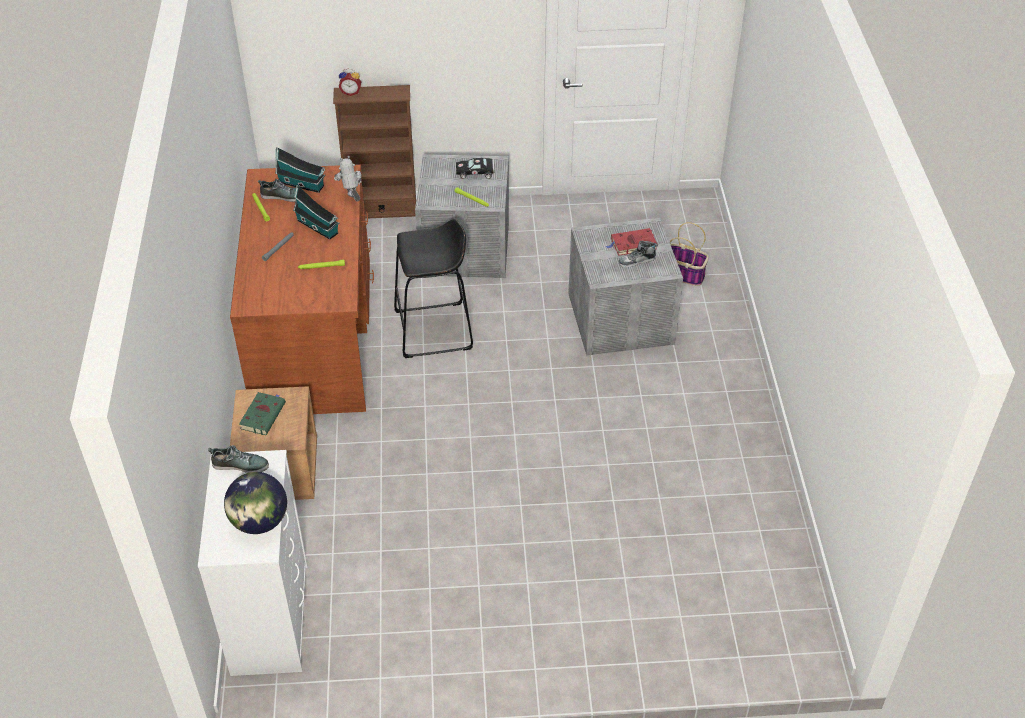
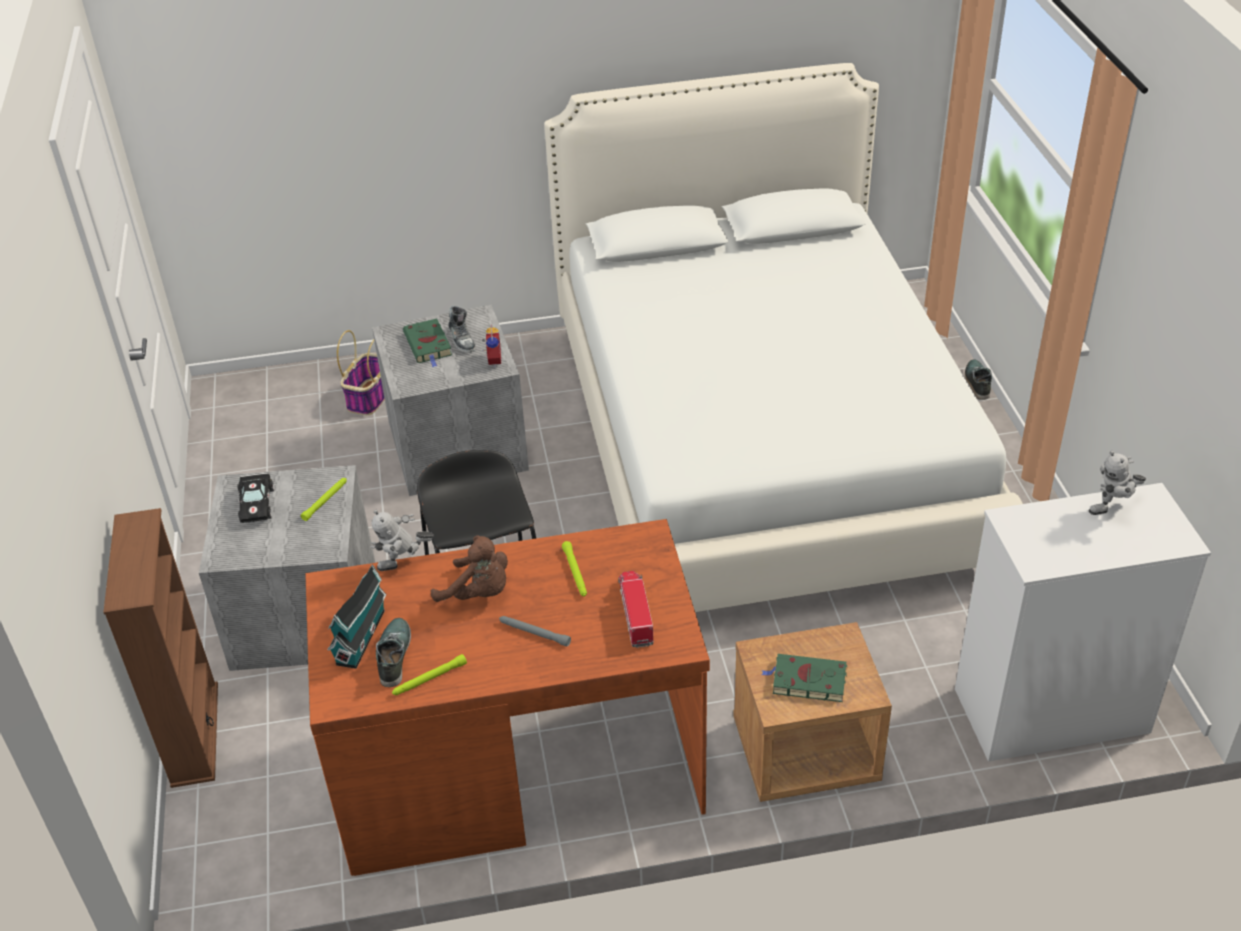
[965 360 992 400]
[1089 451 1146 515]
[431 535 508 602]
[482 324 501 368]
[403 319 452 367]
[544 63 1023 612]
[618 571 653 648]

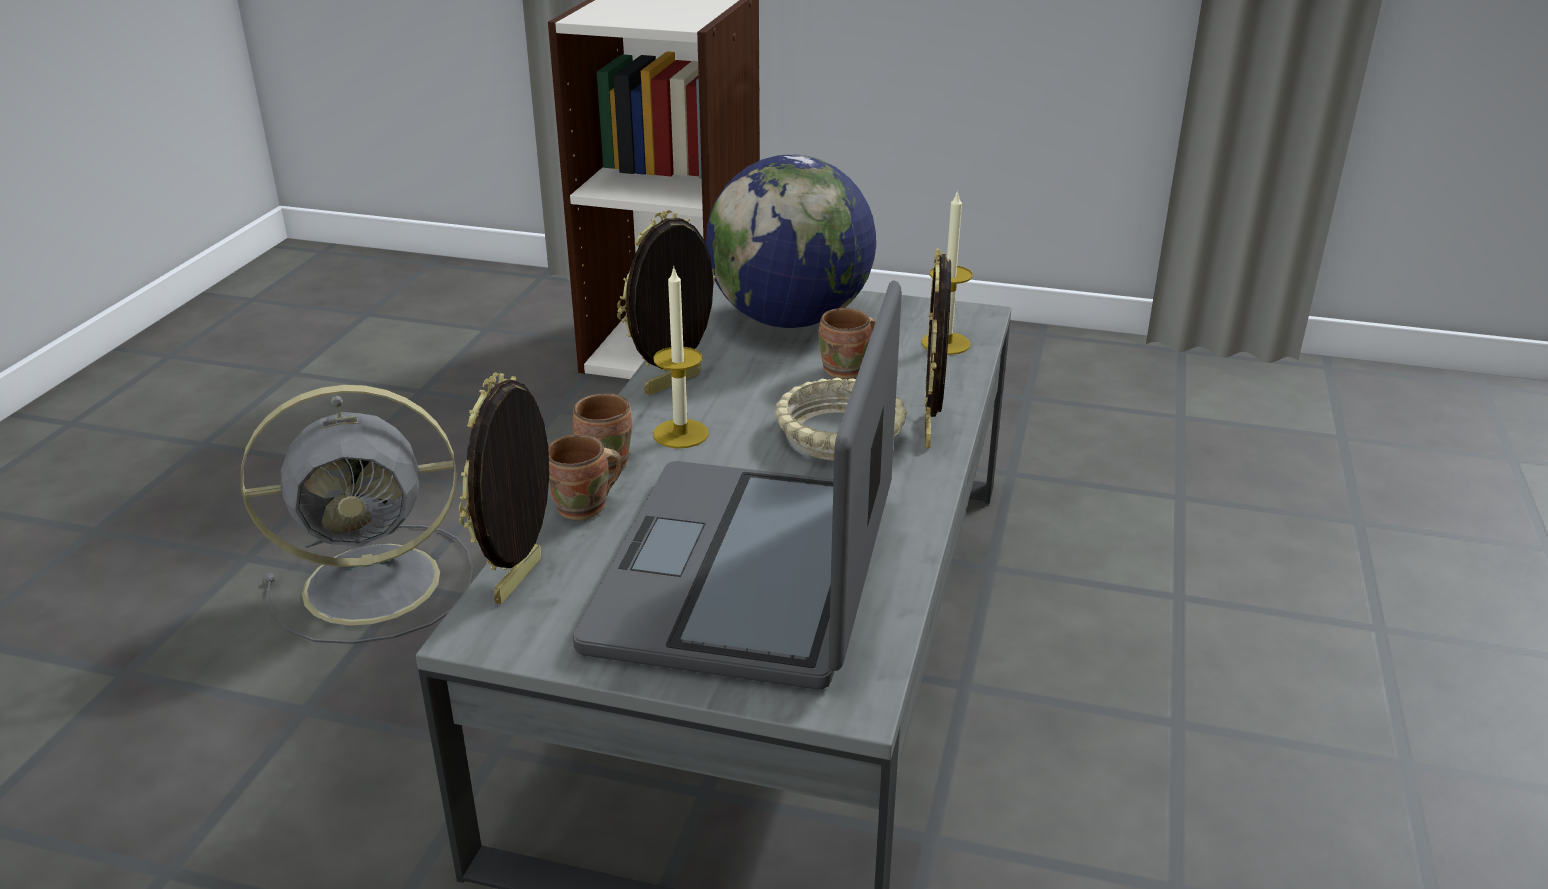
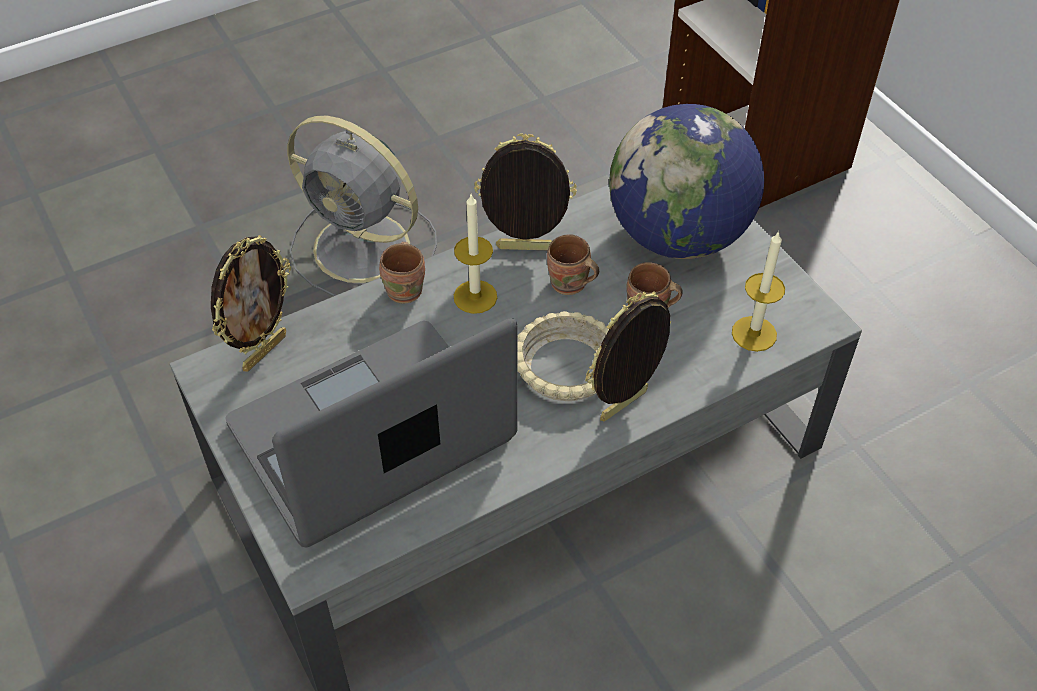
[211 235 291 372]
[547 234 599 295]

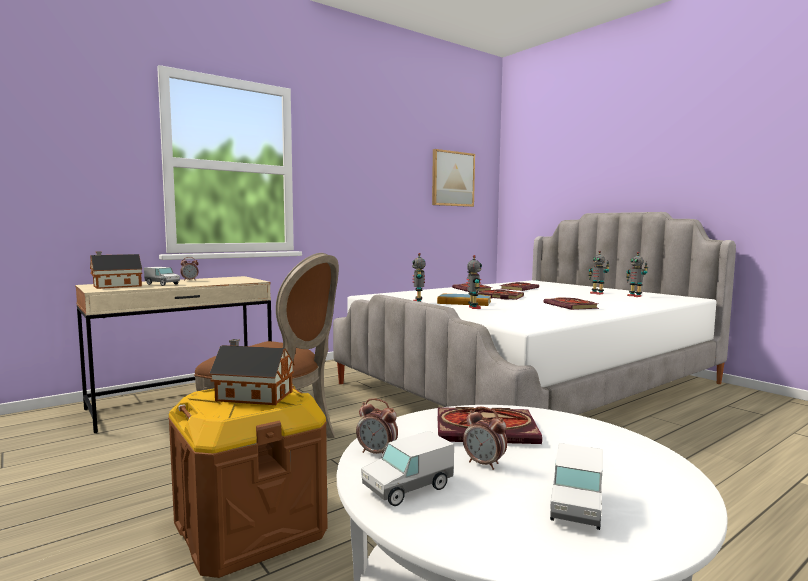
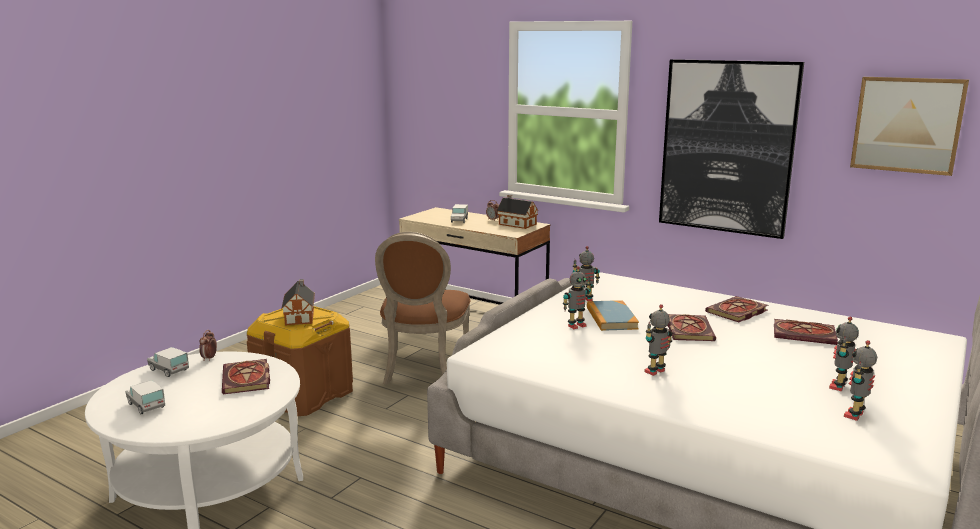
[497 195 538 229]
[463 407 507 470] (first image)
[644 304 672 376]
[125 380 165 414]
[659 59 804 239]

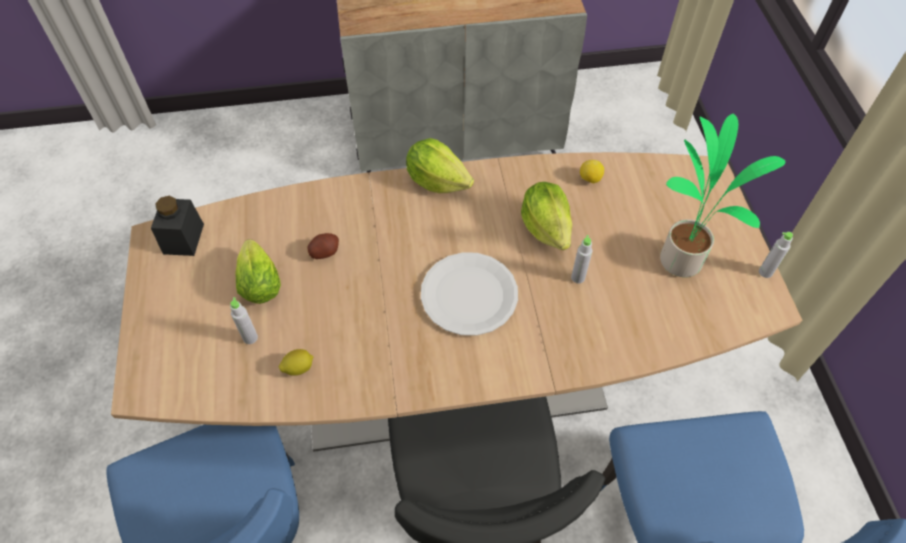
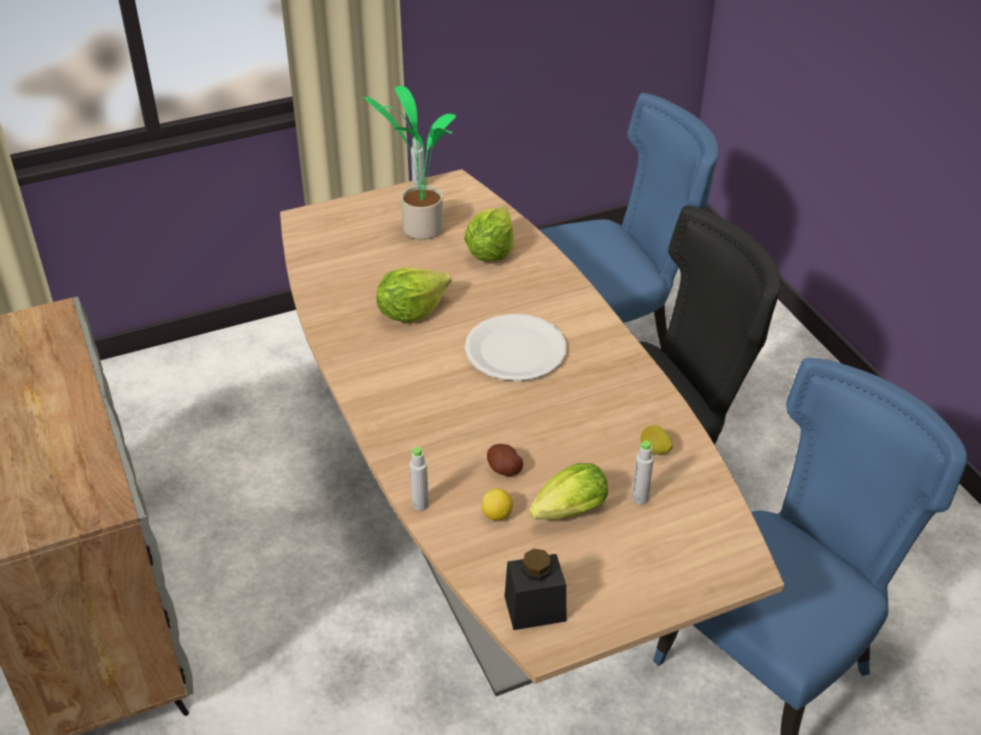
[464 206 514 261]
[410 447 429 511]
[482 489 513 520]

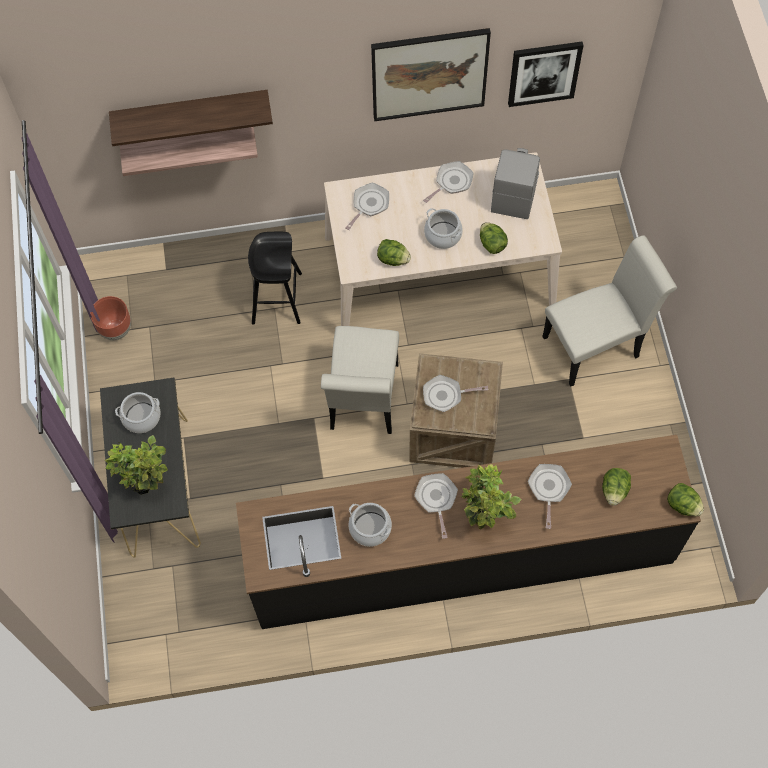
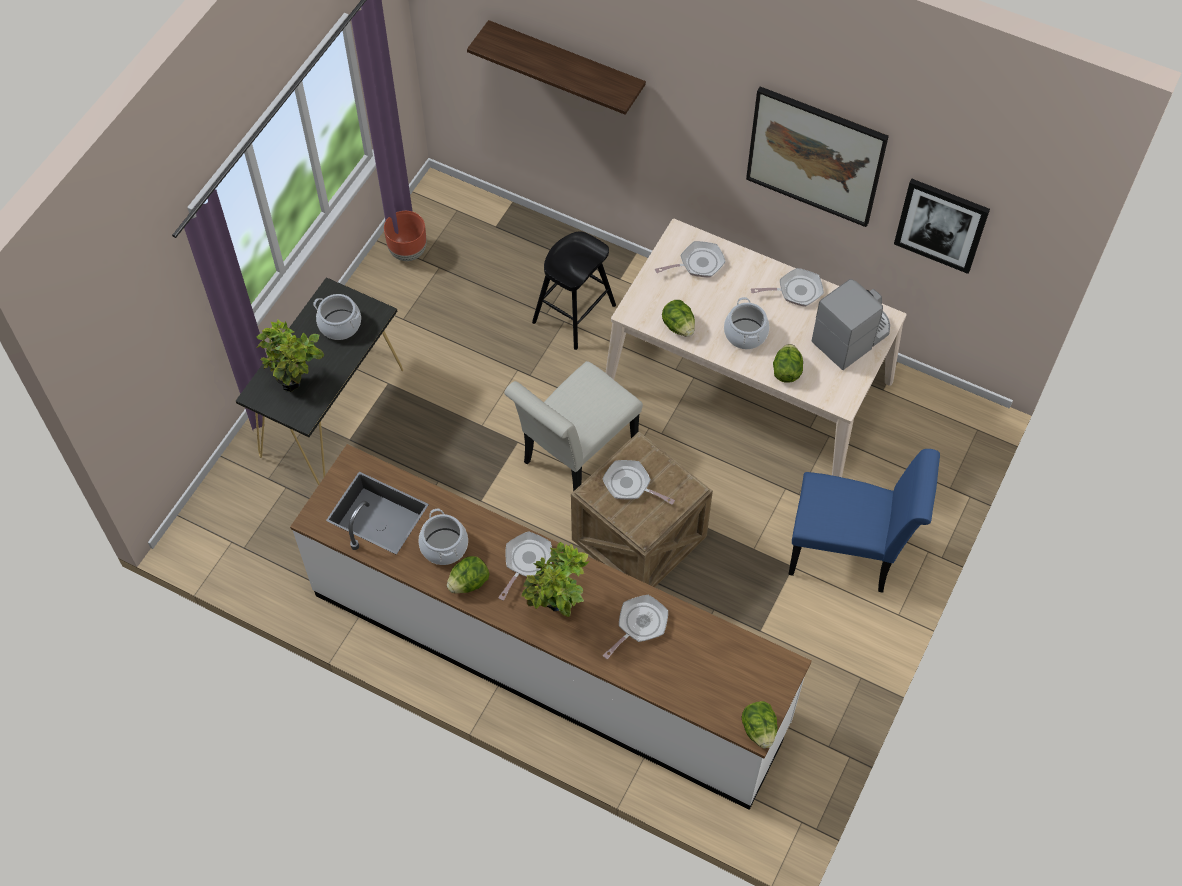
[120 127 258 176] (first image)
[290 444 812 810]
[788 449 940 593]
[447 556 489 593]

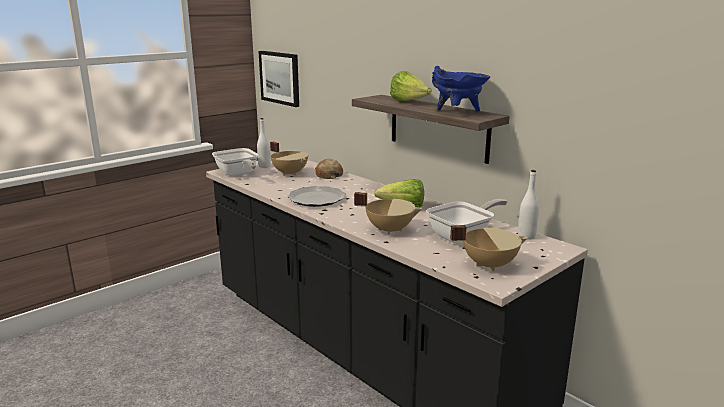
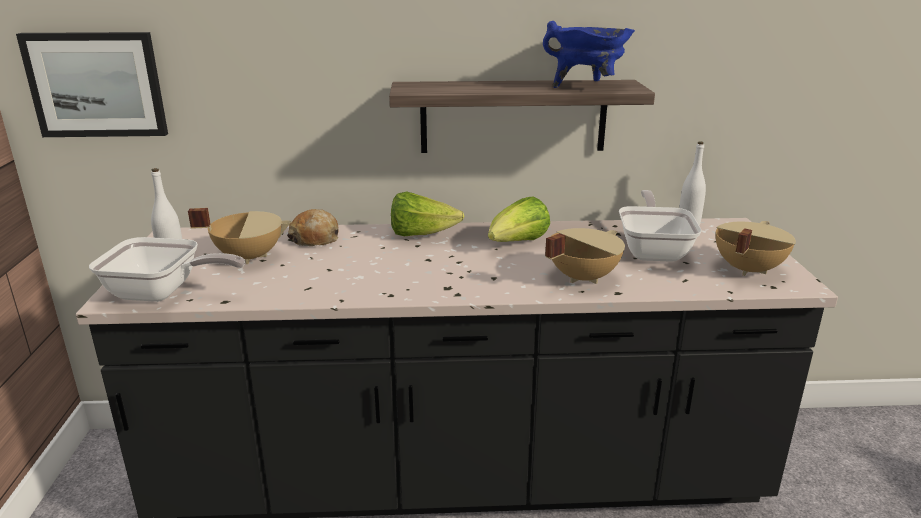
[287 186 346 207] (first image)
[391 192 464 236]

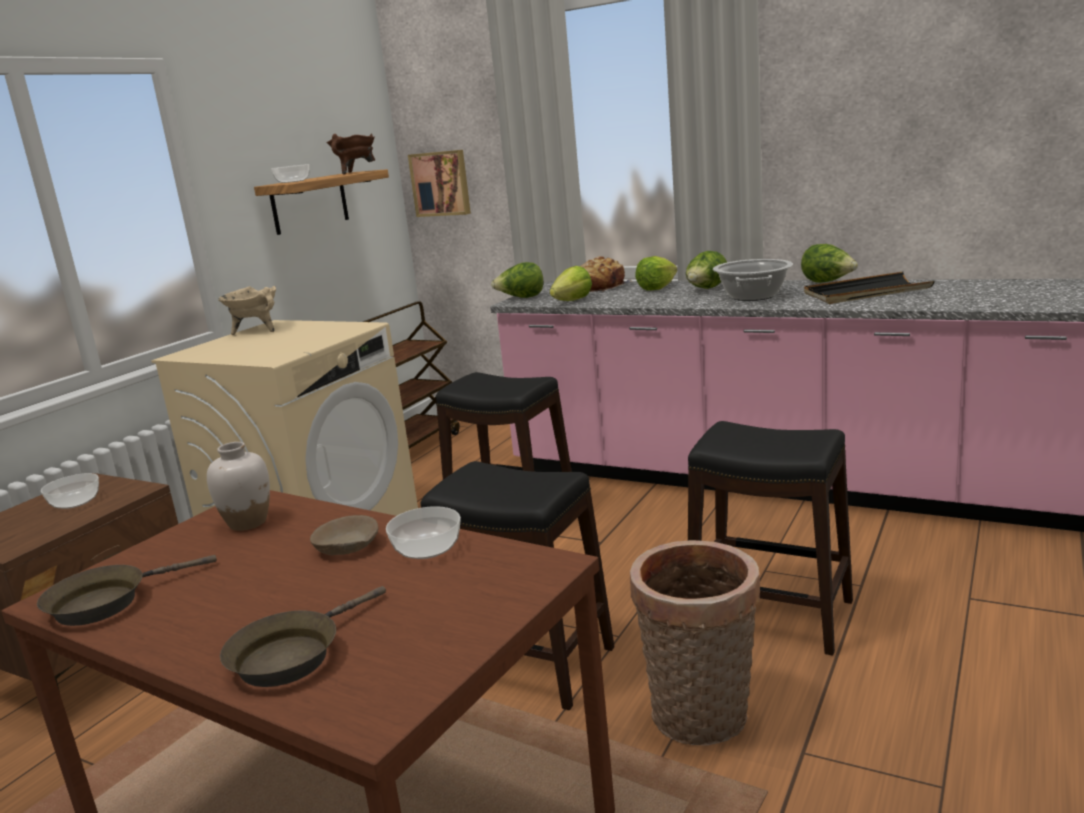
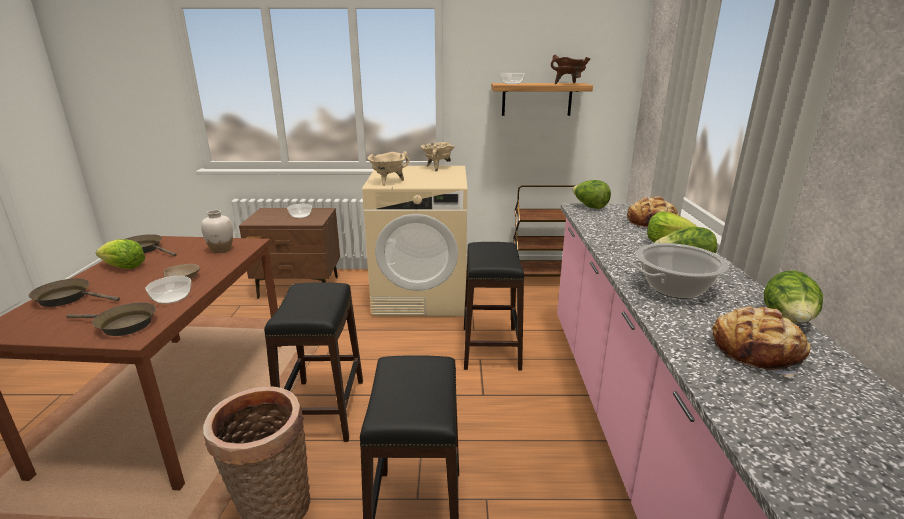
[408 150 471 217] (first image)
[96 239 145 269]
[712 306 811 378]
[66 302 156 336]
[367 151 409 186]

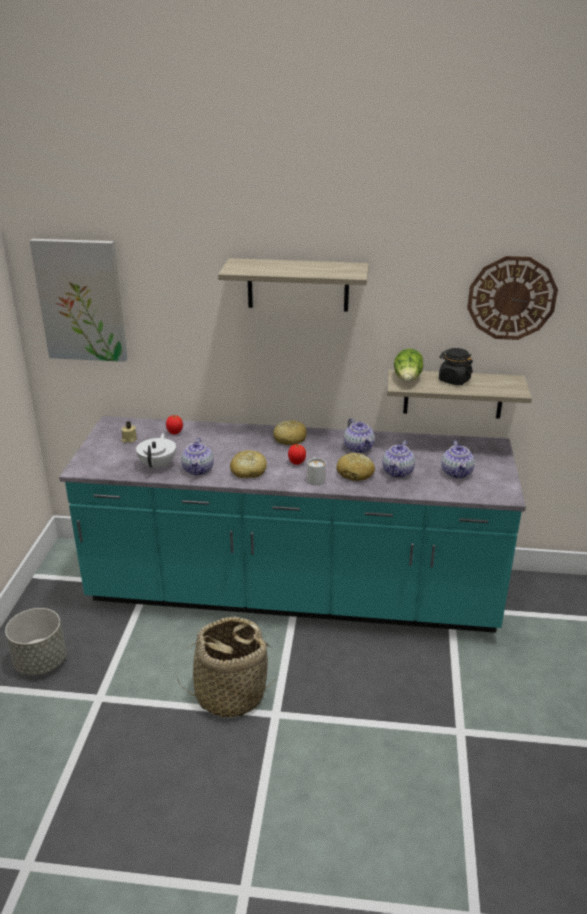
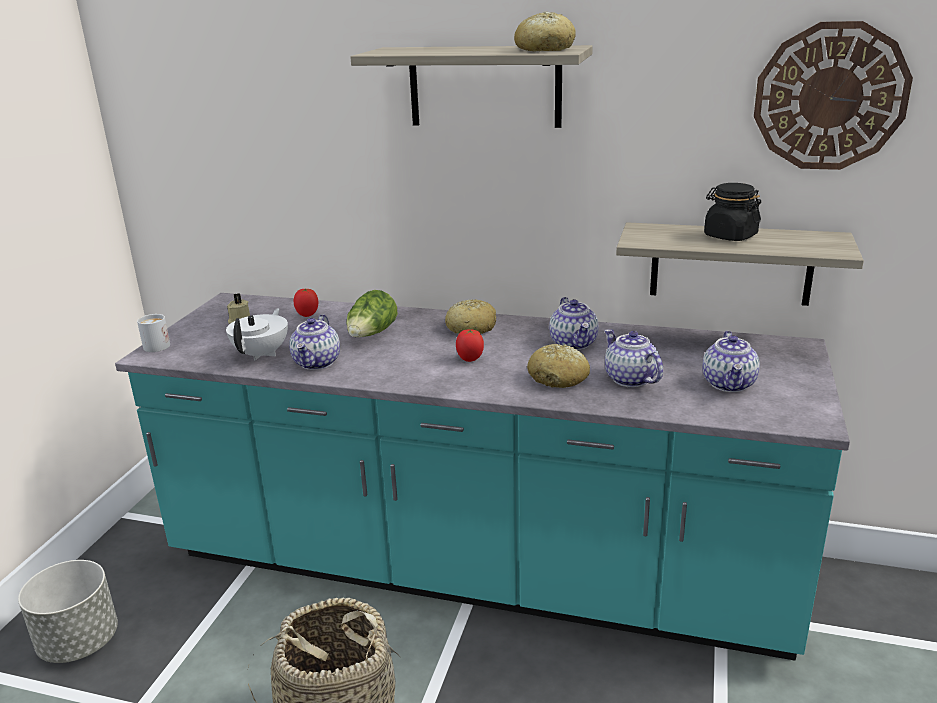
[30 239 128 362] (first image)
[514 11 576 51]
[137 314 170 352]
[605 329 663 387]
[346 290 397 337]

